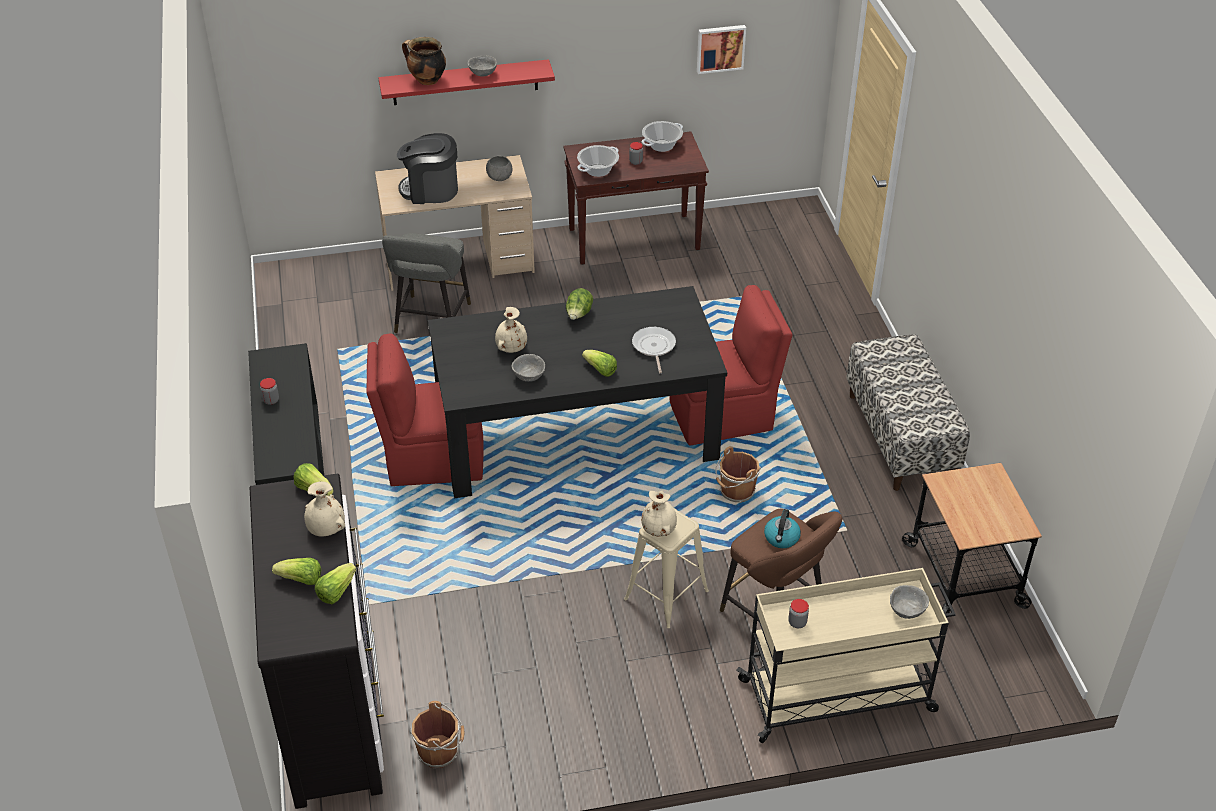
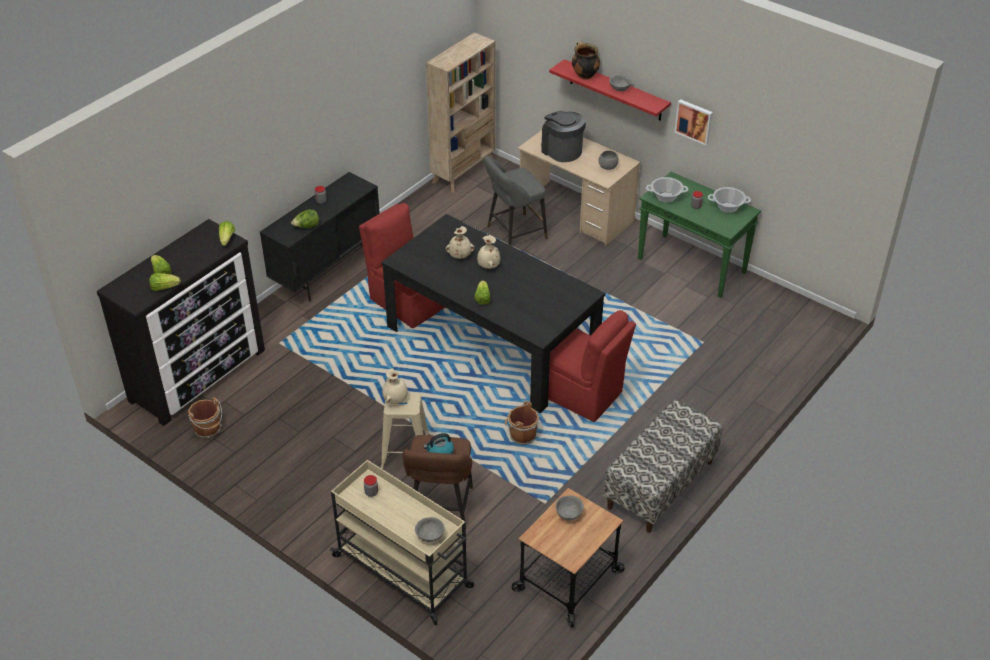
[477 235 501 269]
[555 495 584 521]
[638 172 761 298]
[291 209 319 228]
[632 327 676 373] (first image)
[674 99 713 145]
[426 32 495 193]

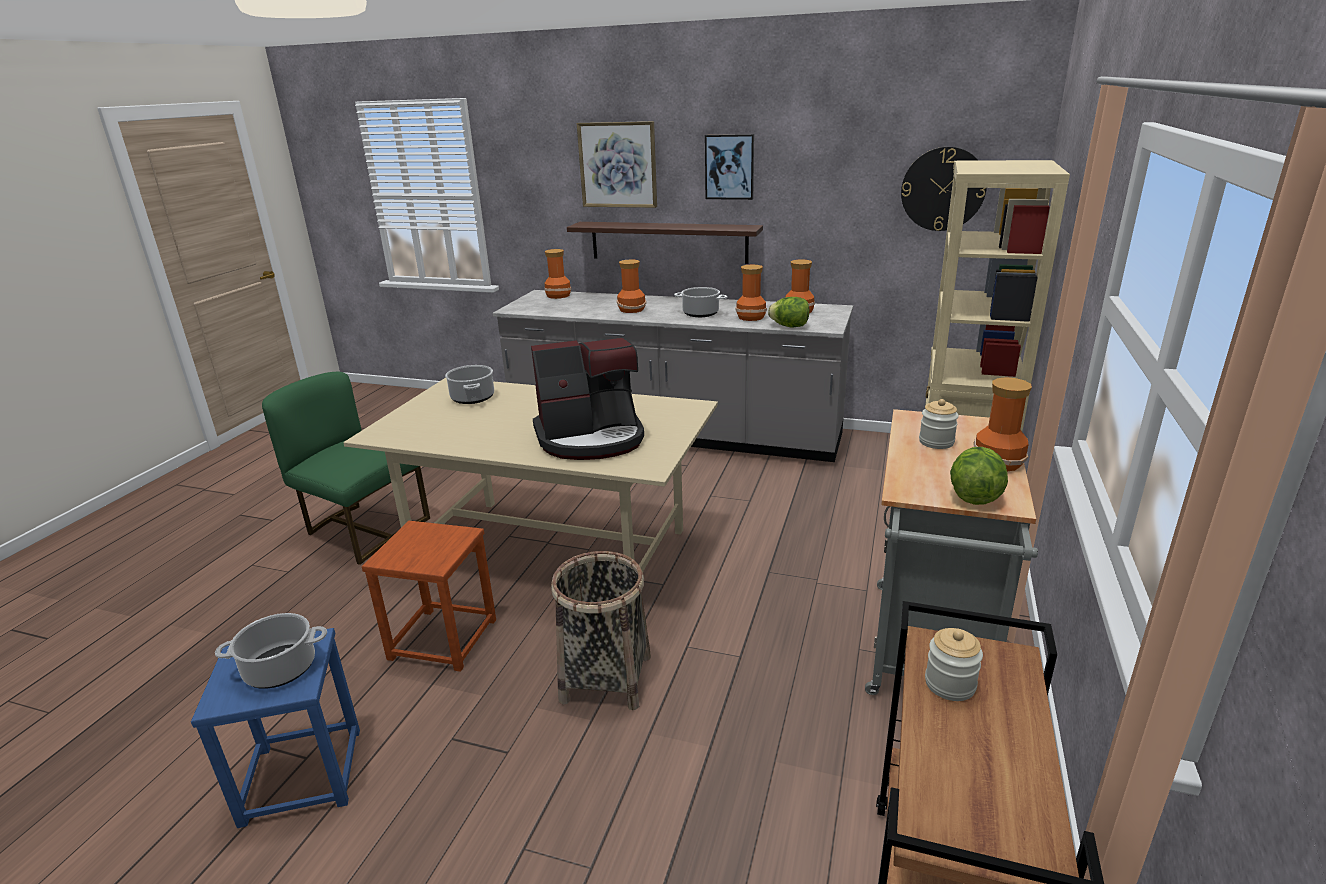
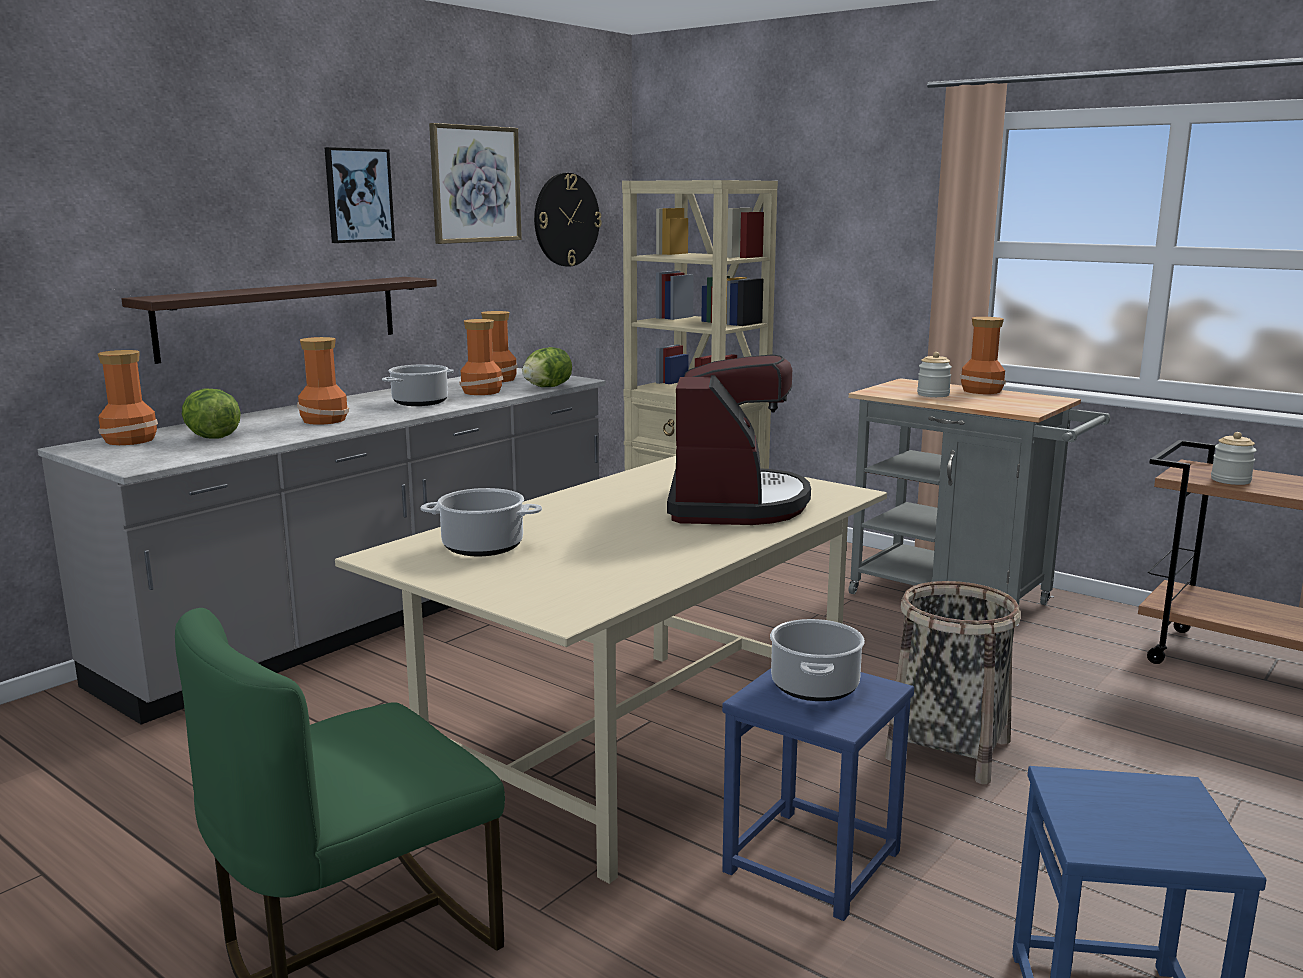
[770 619 865 701]
[722 668 914 921]
[429 123 522 244]
[182 388 241 439]

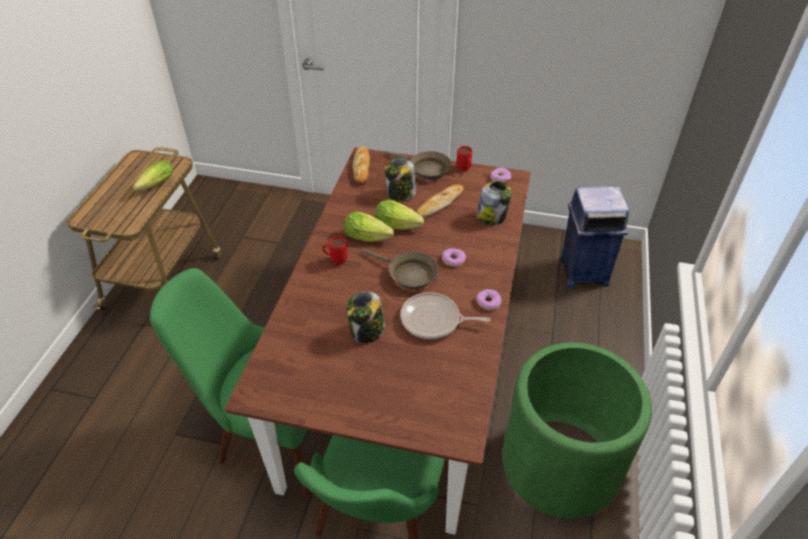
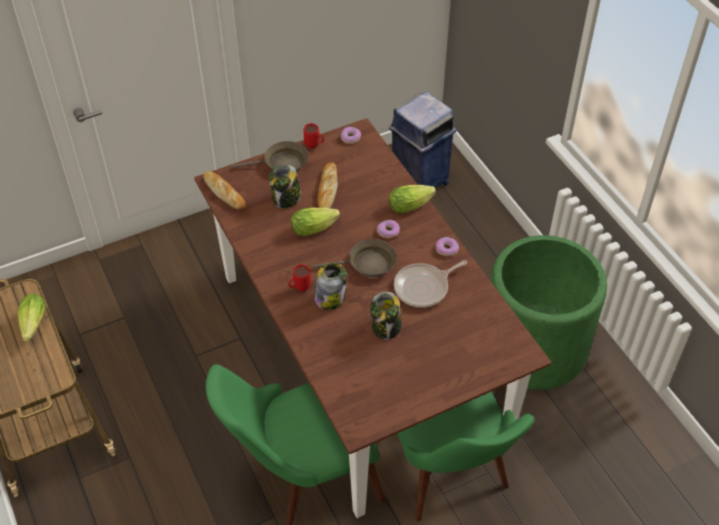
[389 185 436 213]
[315 263 347 310]

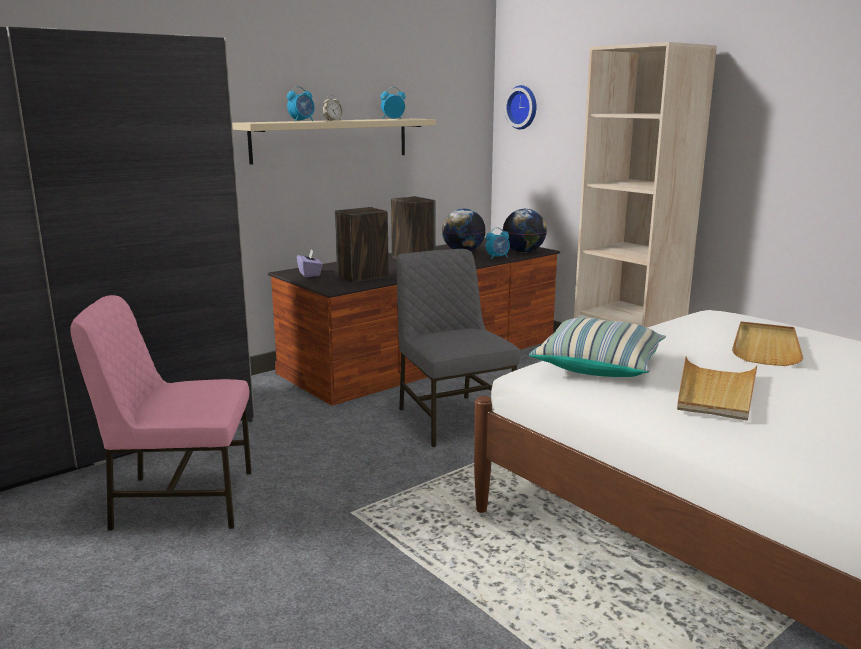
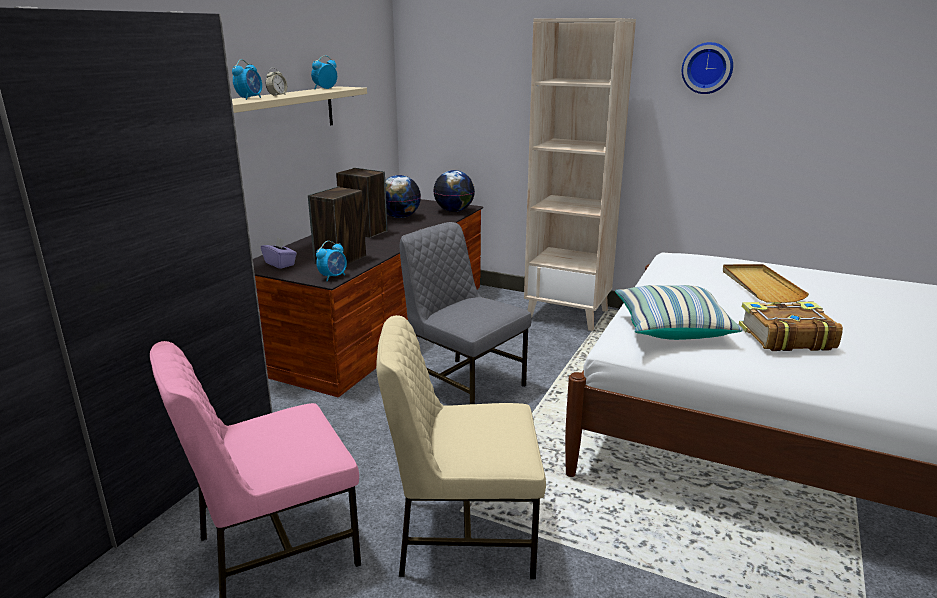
[316 241 347 281]
[682 42 733 94]
[739 302 843 351]
[376 315 546 579]

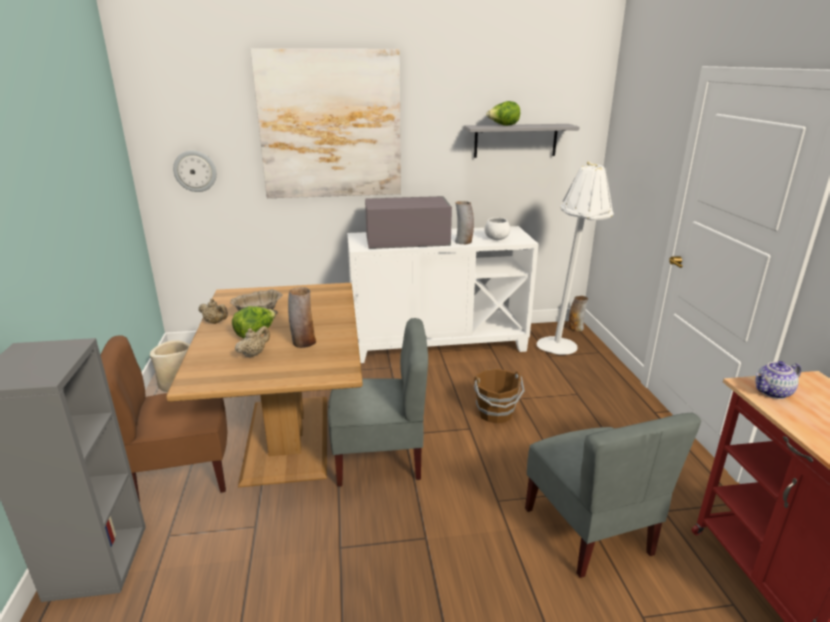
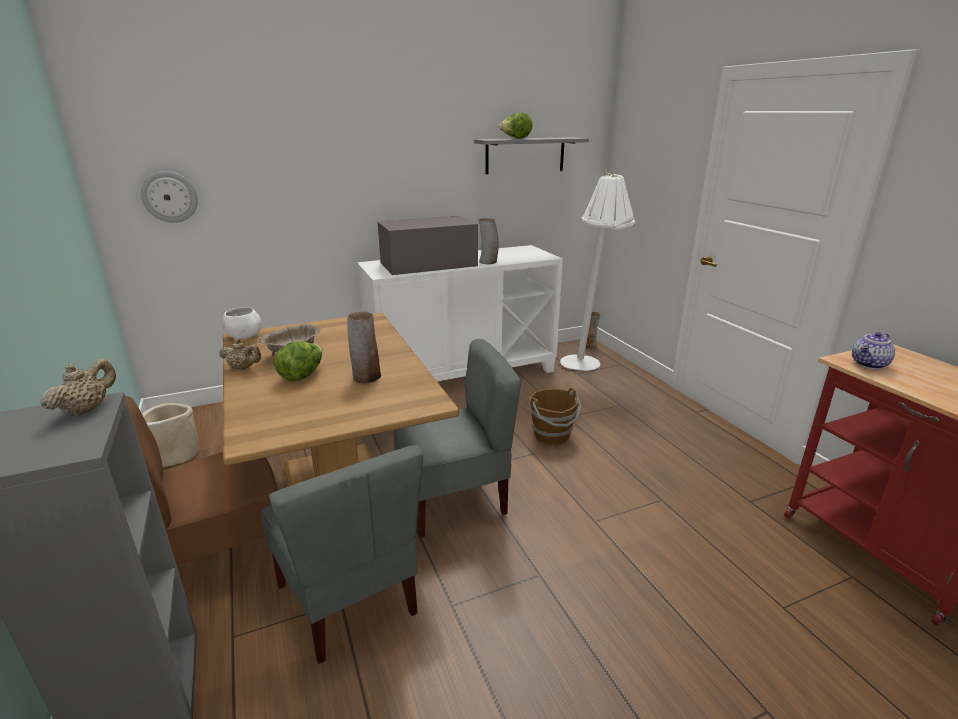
[40 359 116 416]
[250 49 401 198] (first image)
[222 307 262 339]
[260 444 424 664]

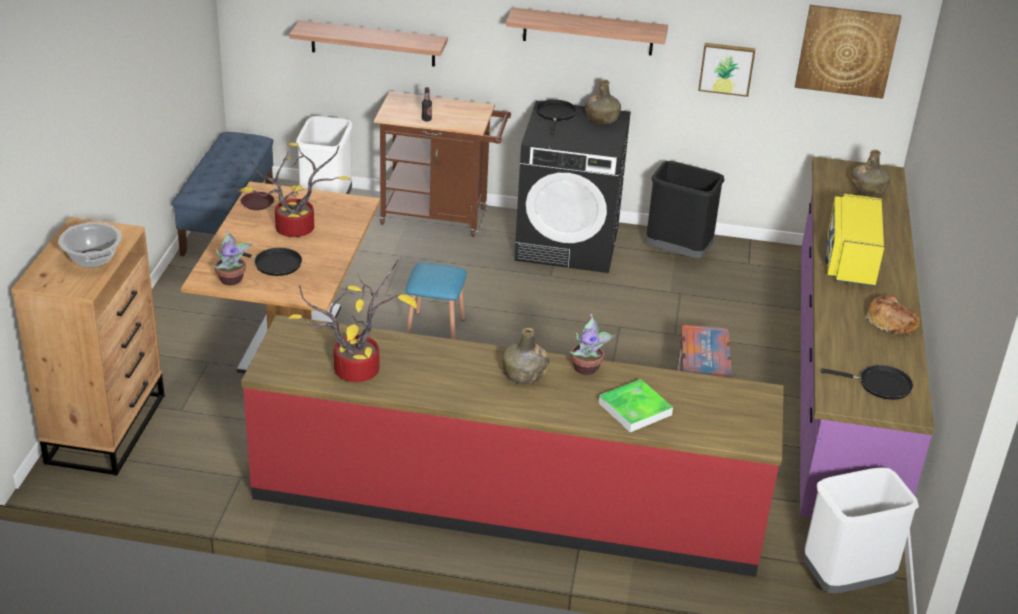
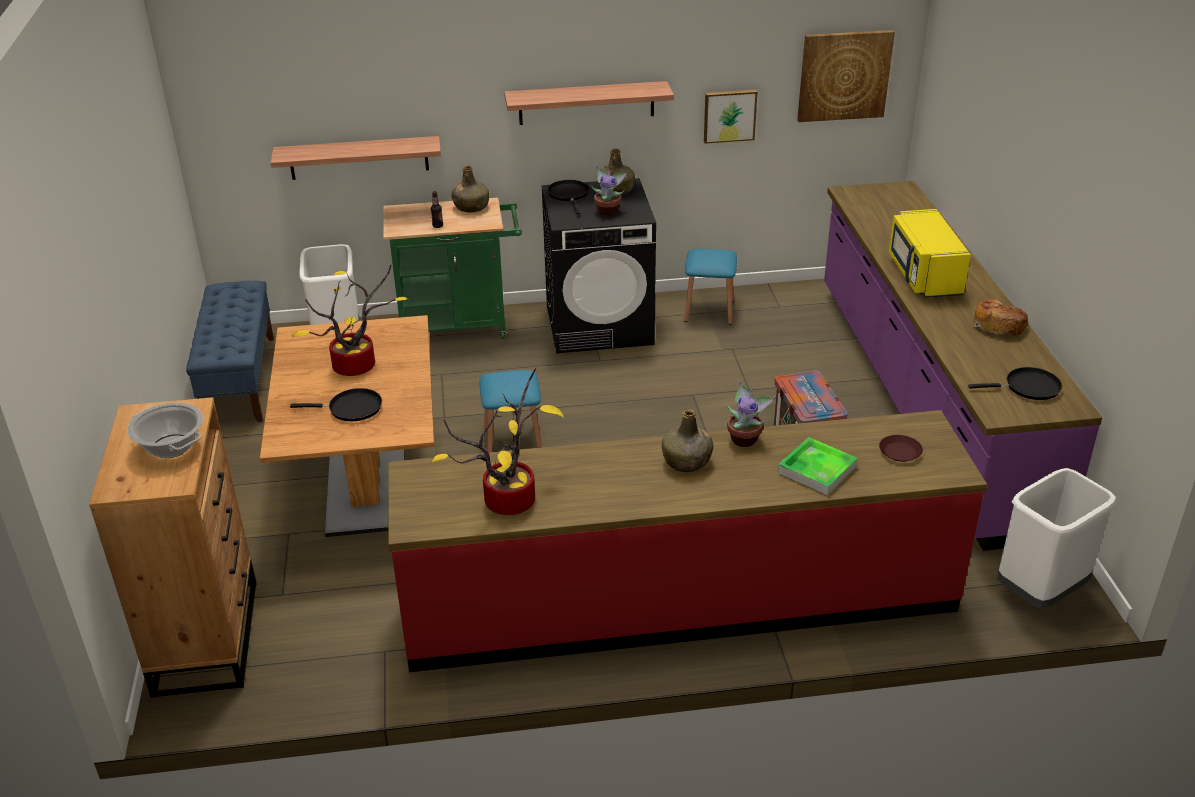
[591 166 628 216]
[879 435 923 462]
[383 198 522 339]
[684 249 737 325]
[452 166 489 213]

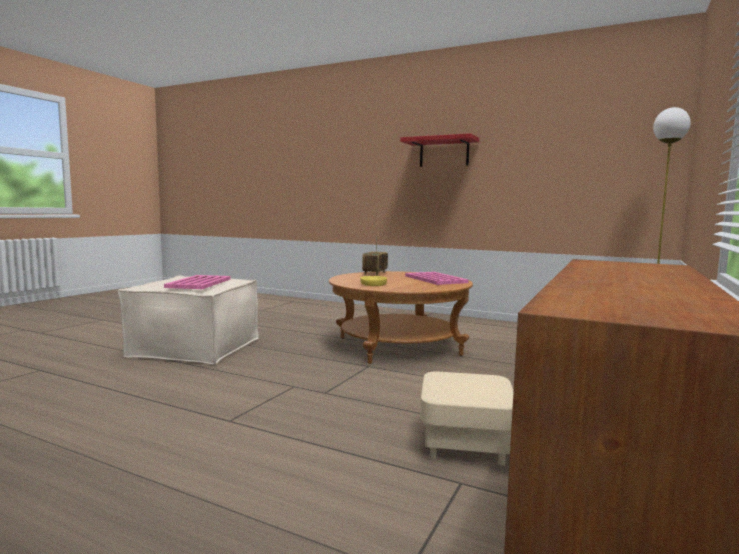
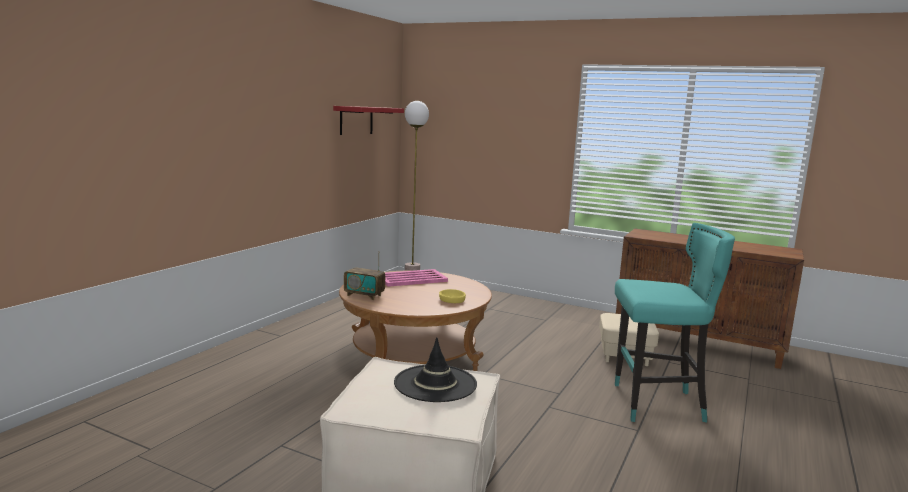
[394 337 477 402]
[333 106 404 135]
[615 223 735 423]

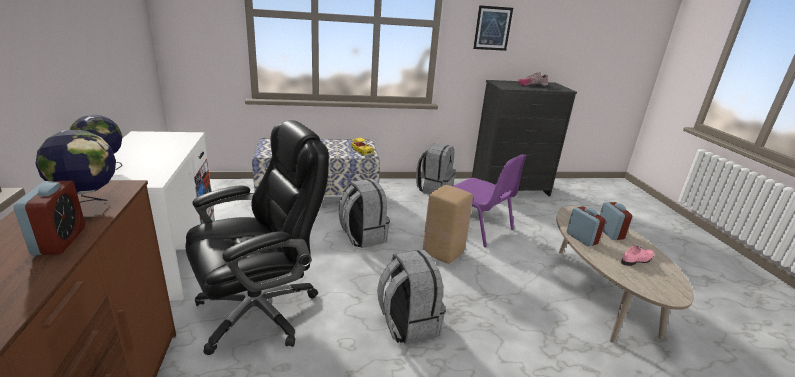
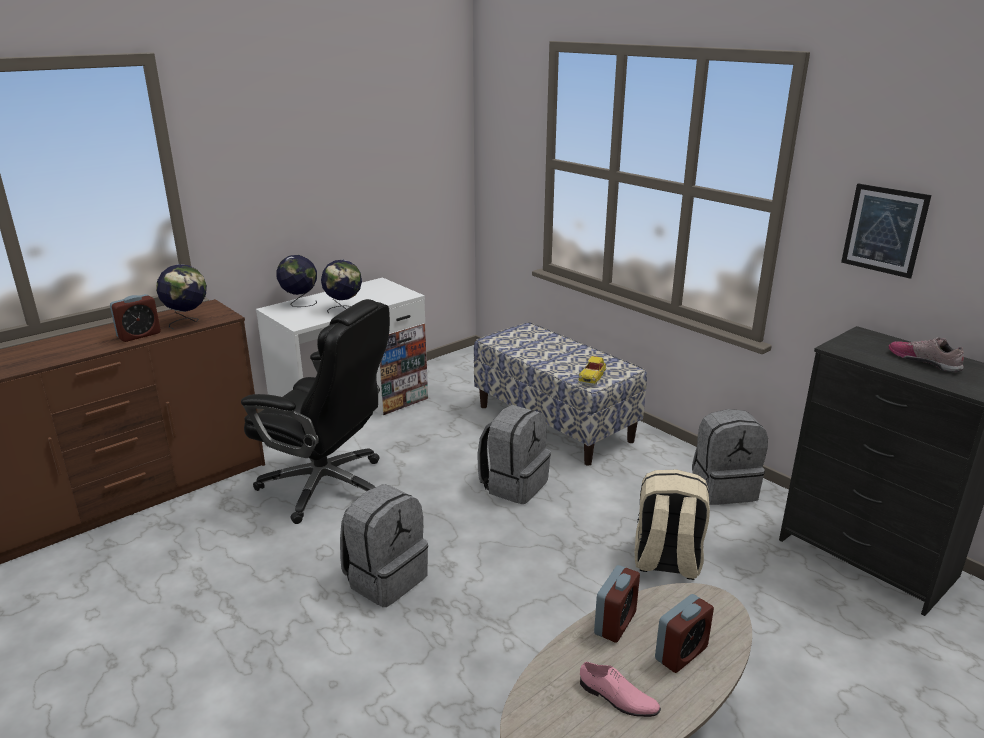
[423 185 473 264] (first image)
[635 470 710 580]
[321 260 362 313]

